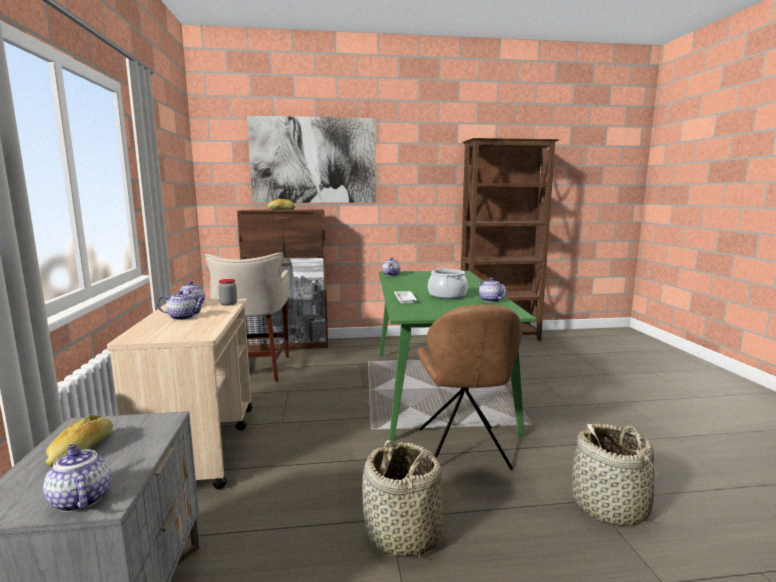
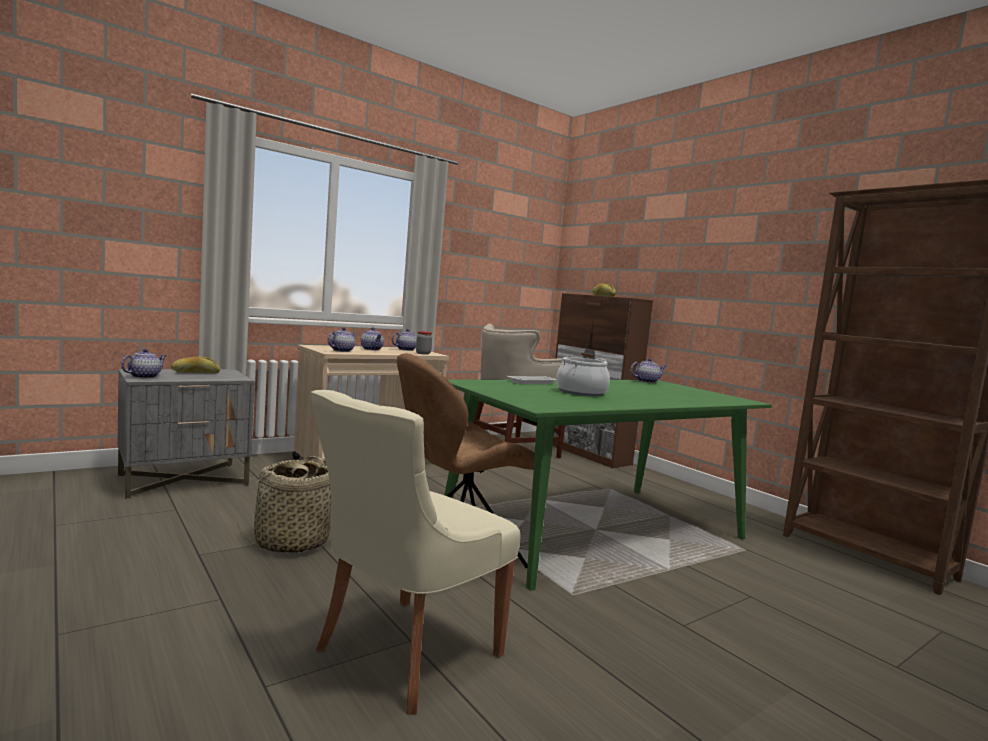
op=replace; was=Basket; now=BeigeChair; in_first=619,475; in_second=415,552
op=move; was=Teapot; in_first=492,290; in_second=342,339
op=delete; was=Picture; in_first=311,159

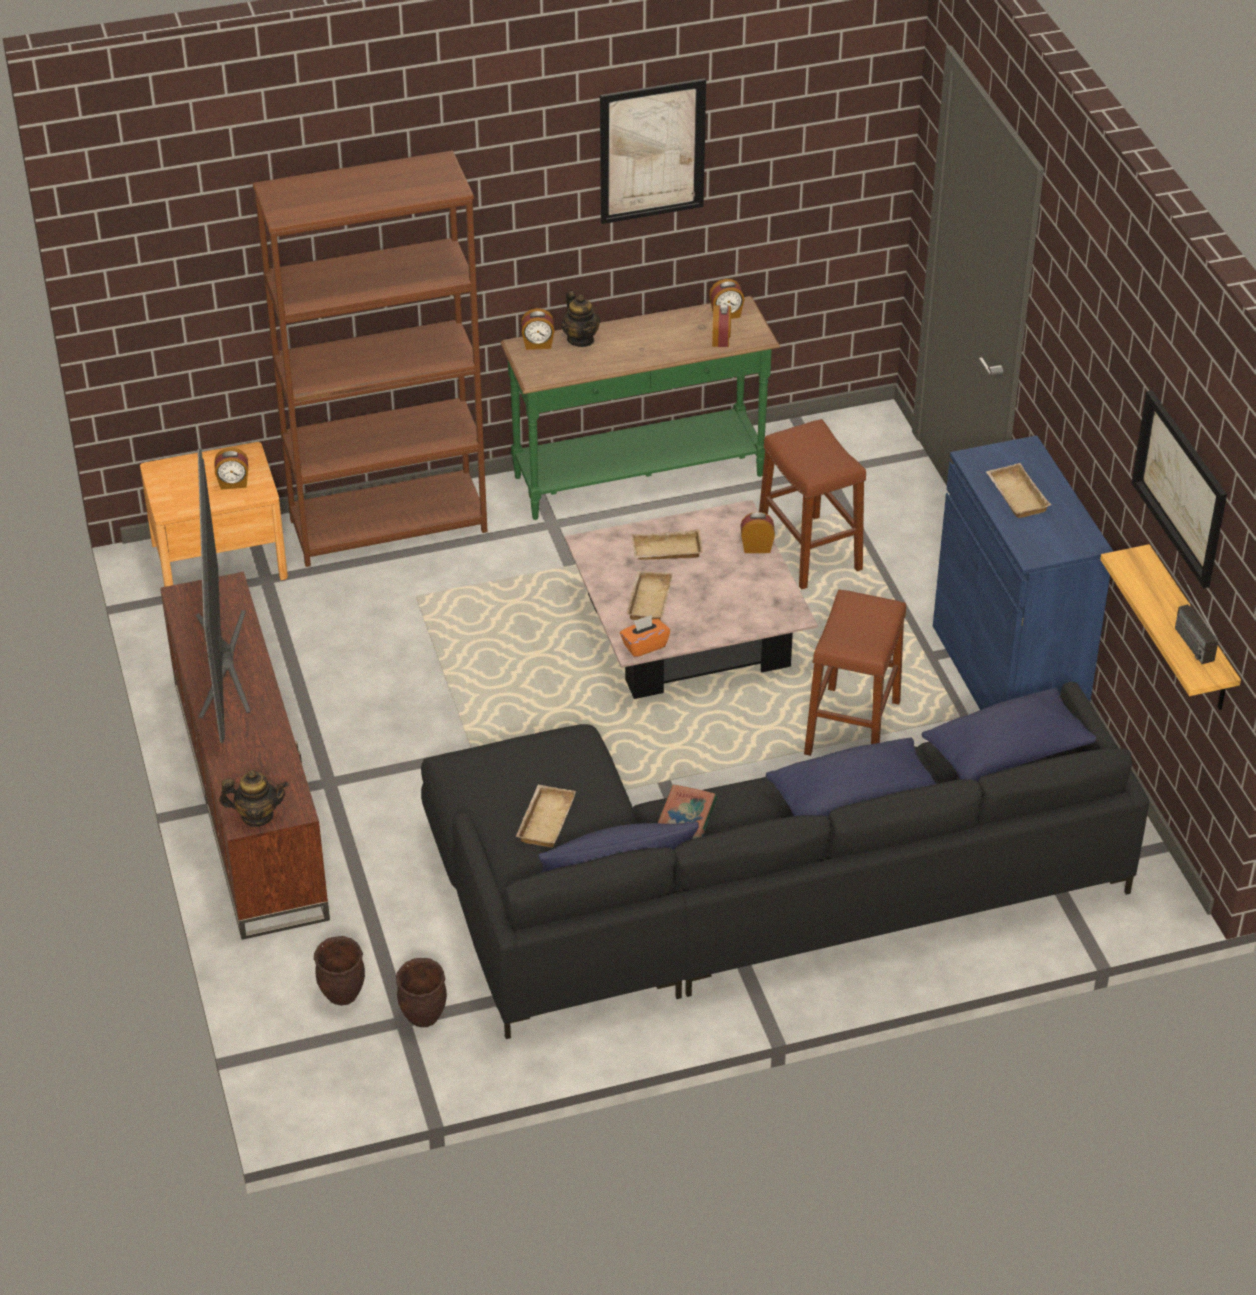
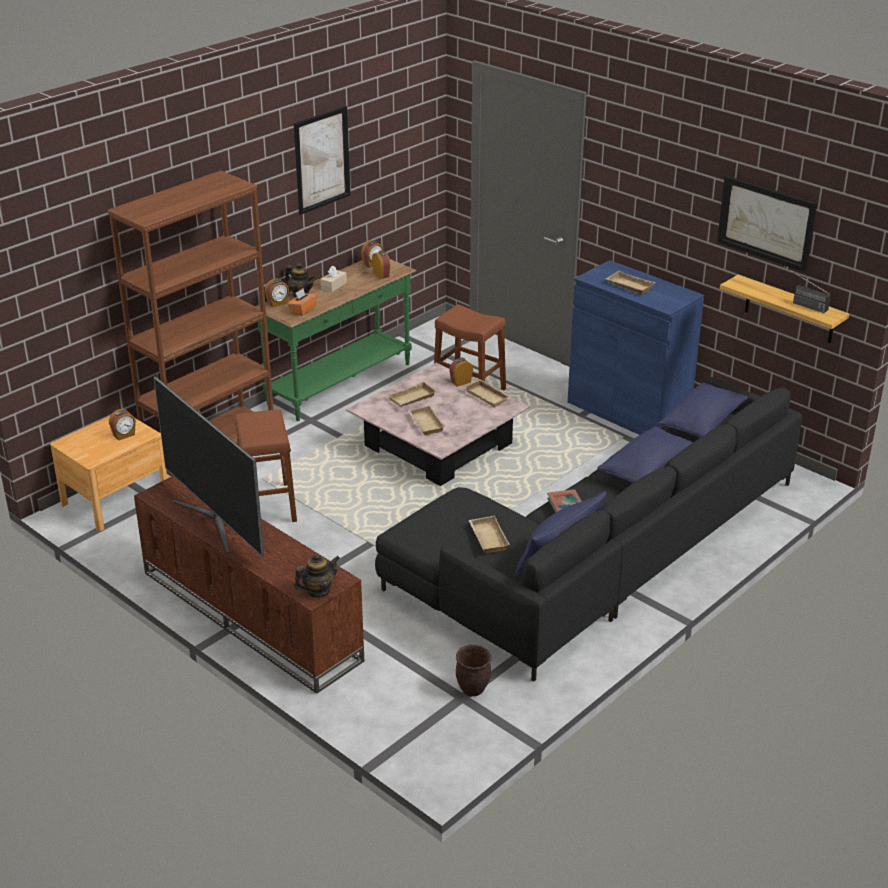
op=move; was=BrownStool; in_first=855,673; in_second=266,465
op=move; was=OrangeTissueBox; in_first=645,636; in_second=302,302
op=insert; now=BeigeTissueBox; in_second=334,278
op=insert; now=BeigeTray; in_second=487,393
op=delete; was=BrownPlanter; in_first=339,970

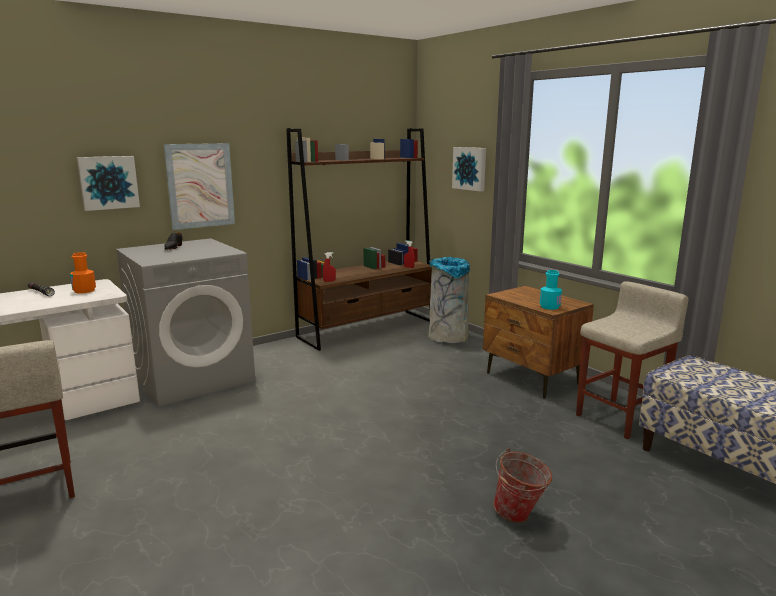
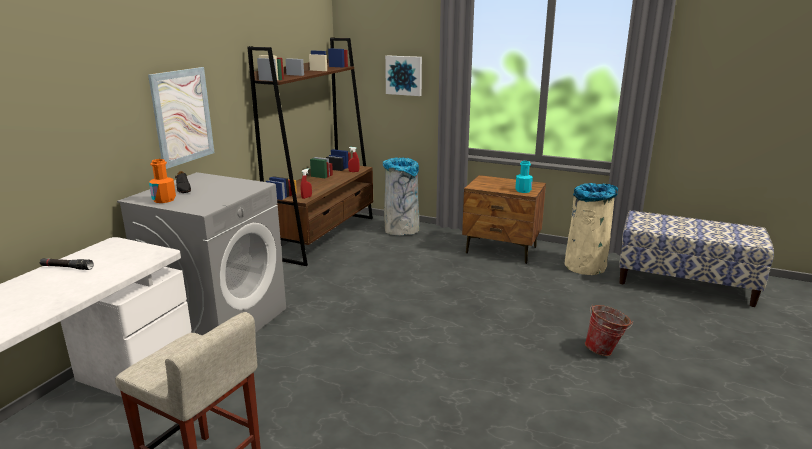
op=move; was=OrangeBottle; in_first=83,272; in_second=162,181
op=replace; was=BeigeStool; now=BeigeTrashCan; in_first=632,360; in_second=591,229
op=delete; was=Picture; in_first=108,183

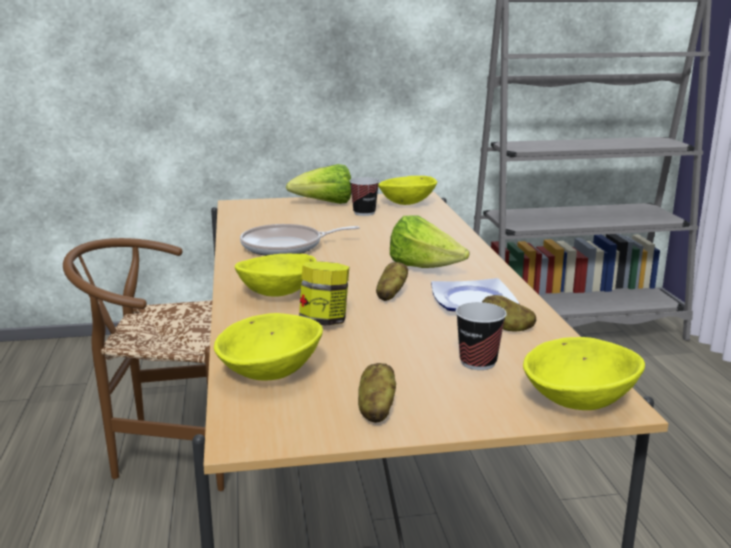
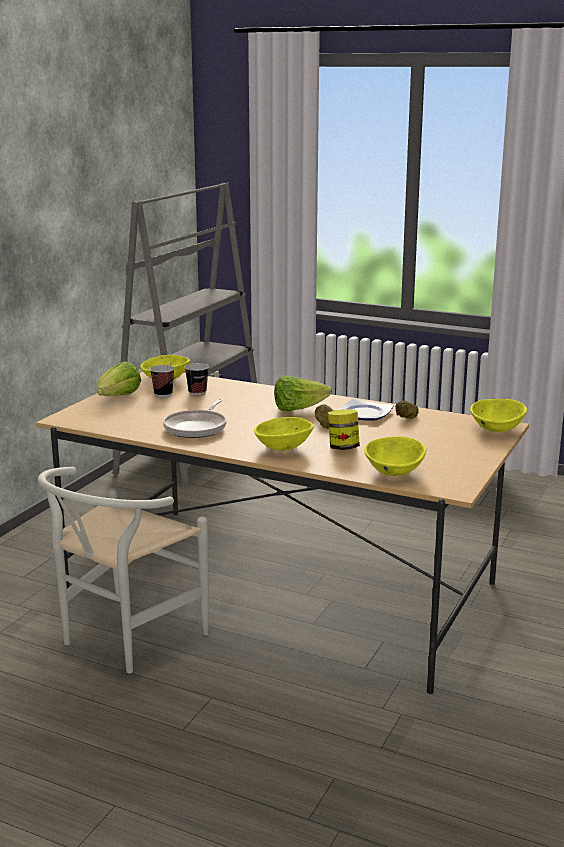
op=recolor; was=BrownChair; now=WhiteChair; in_first=143,364; in_second=123,570
op=move; was=Cup; in_first=481,336; in_second=196,379
op=delete; was=Potato; in_first=377,393

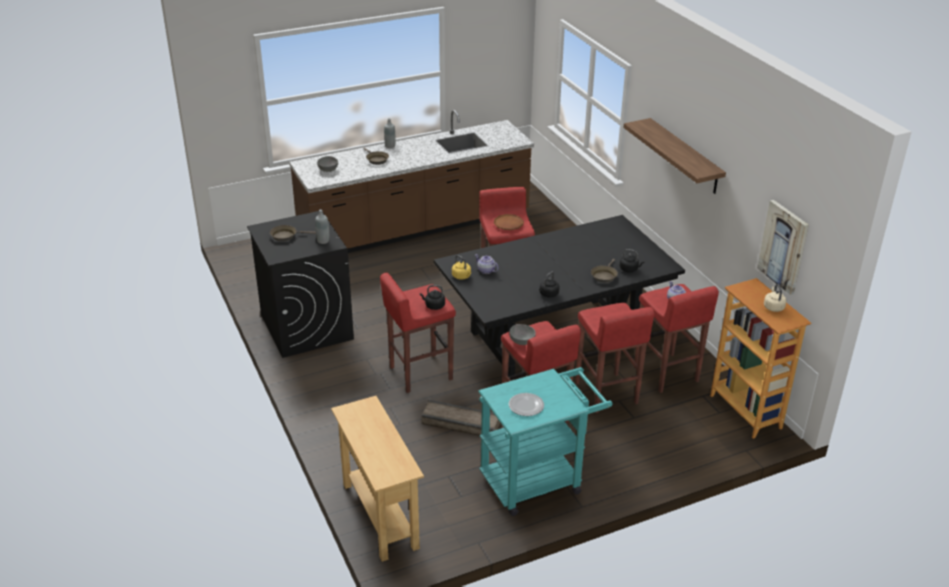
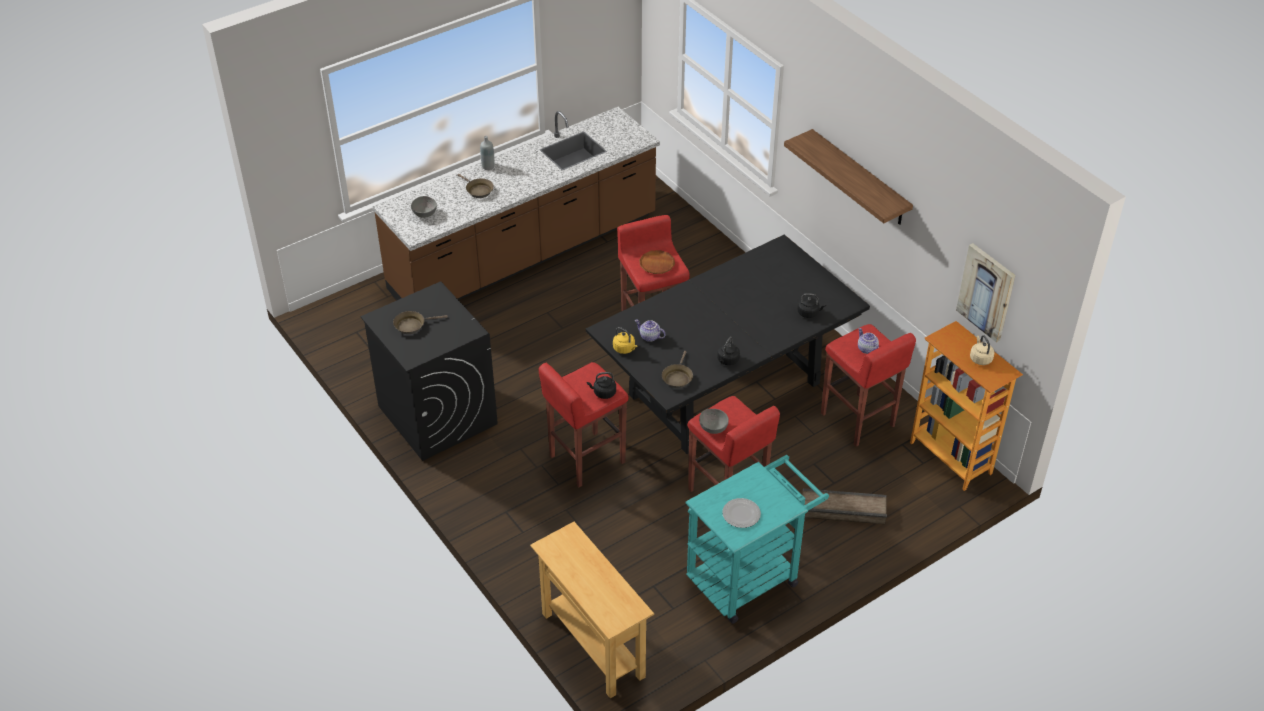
op=move; was=BrownFryingPan; in_first=604,271; in_second=677,369
op=move; was=Crate; in_first=460,418; in_second=844,506
op=delete; was=GreyBottle; in_first=322,226
op=delete; was=RedStool; in_first=614,358

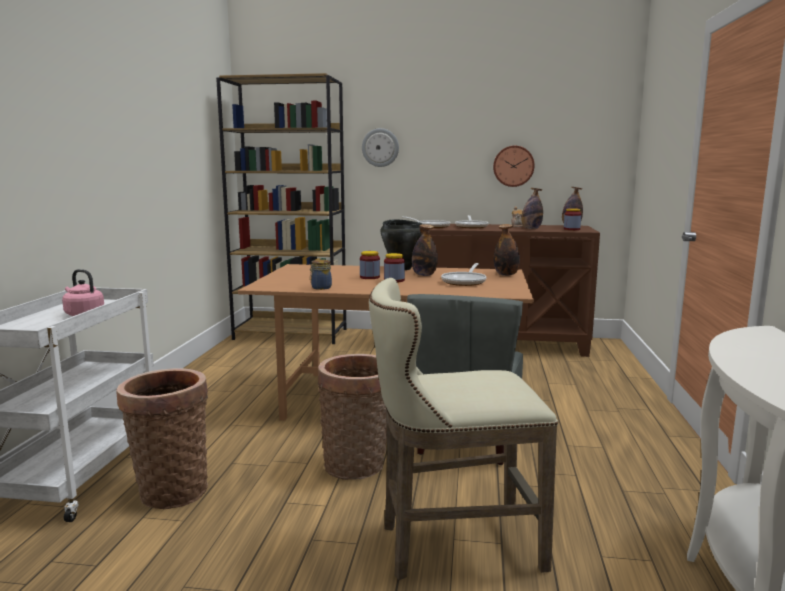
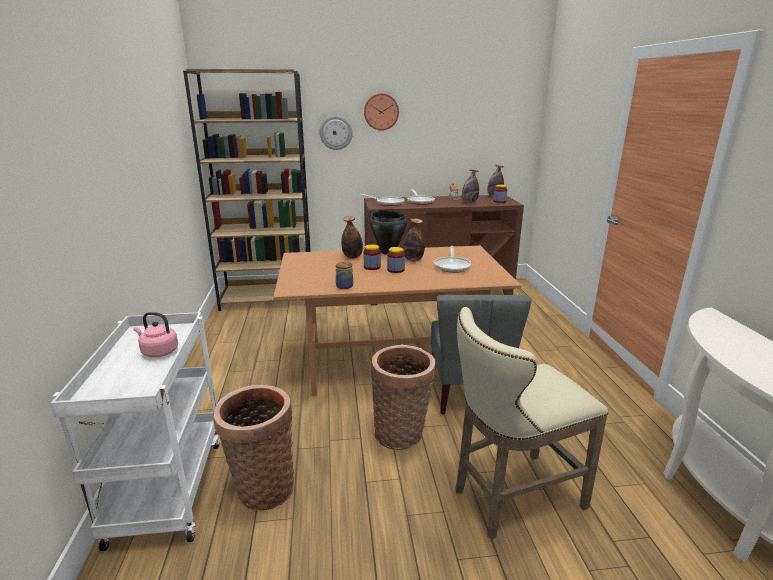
op=move; was=Bottle; in_first=507,250; in_second=352,237
op=move; was=WallClock; in_first=514,166; in_second=381,112

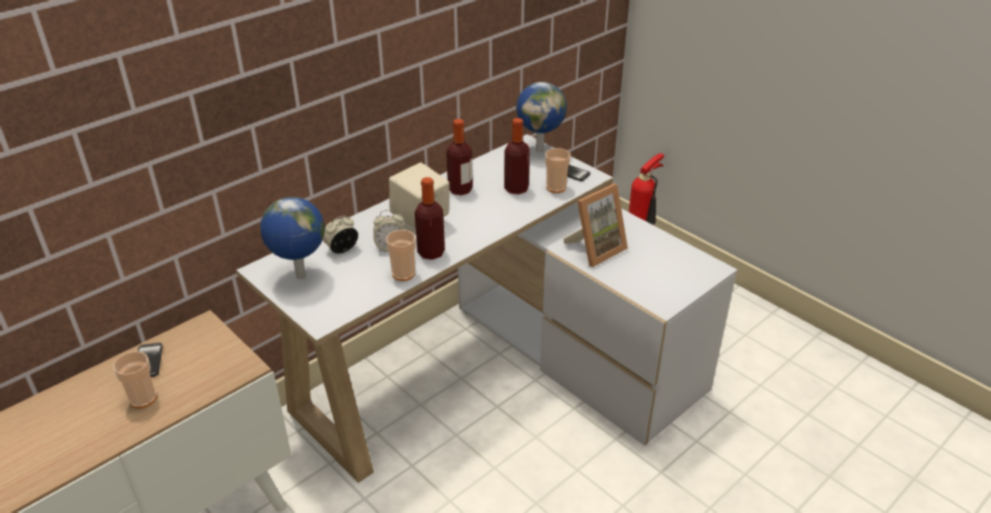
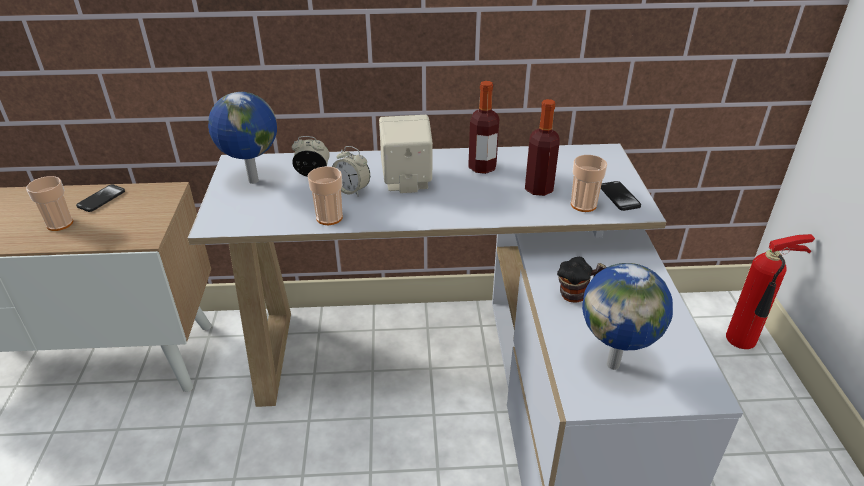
op=replace; was=PictureFrame; now=Mug; in_first=596,225; in_second=582,280
op=move; was=Globe; in_first=541,117; in_second=627,316
op=delete; was=Bottle; in_first=430,218

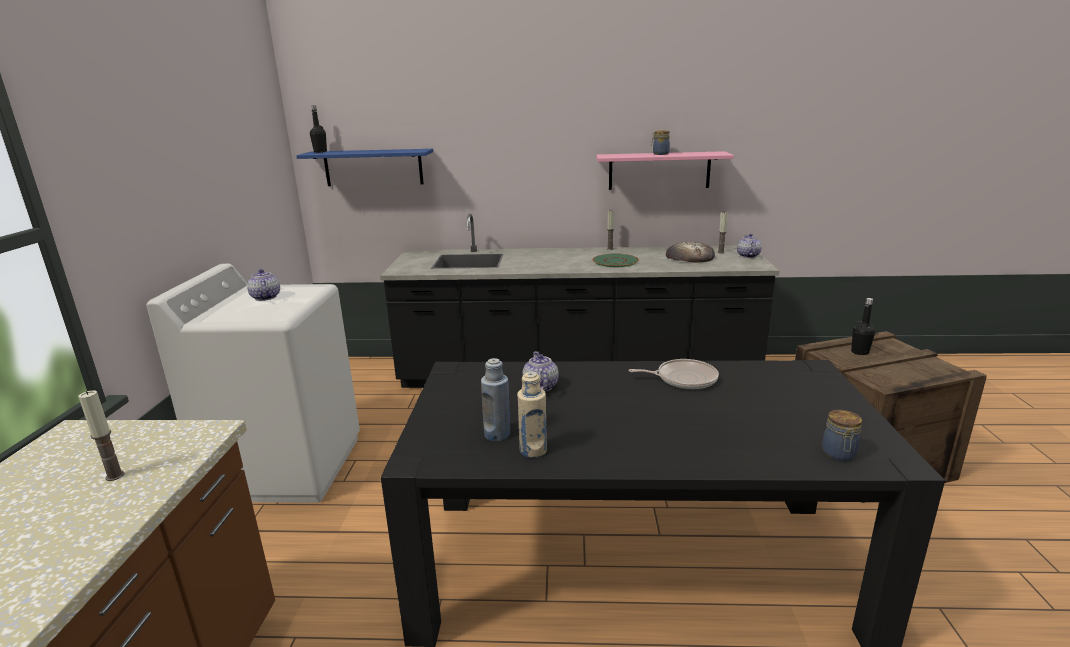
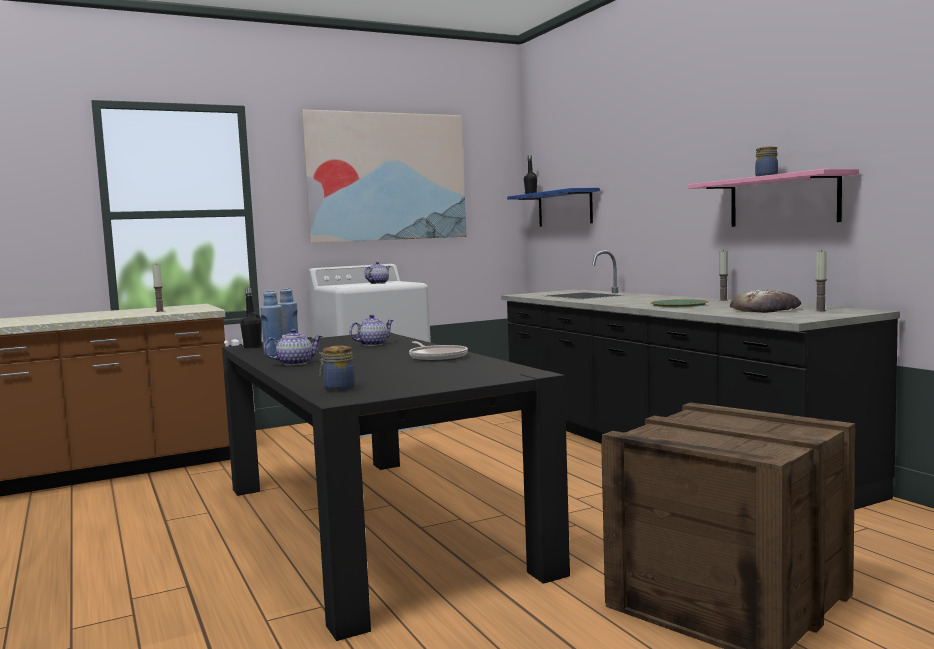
op=move; was=BlackBottle; in_first=863,326; in_second=251,318
op=recolor; was=BeigeBottle; now=BlueBottle; in_first=532,414; in_second=272,323
op=move; was=Teapot; in_first=749,246; in_second=293,347
op=insert; now=Picture; in_second=383,176

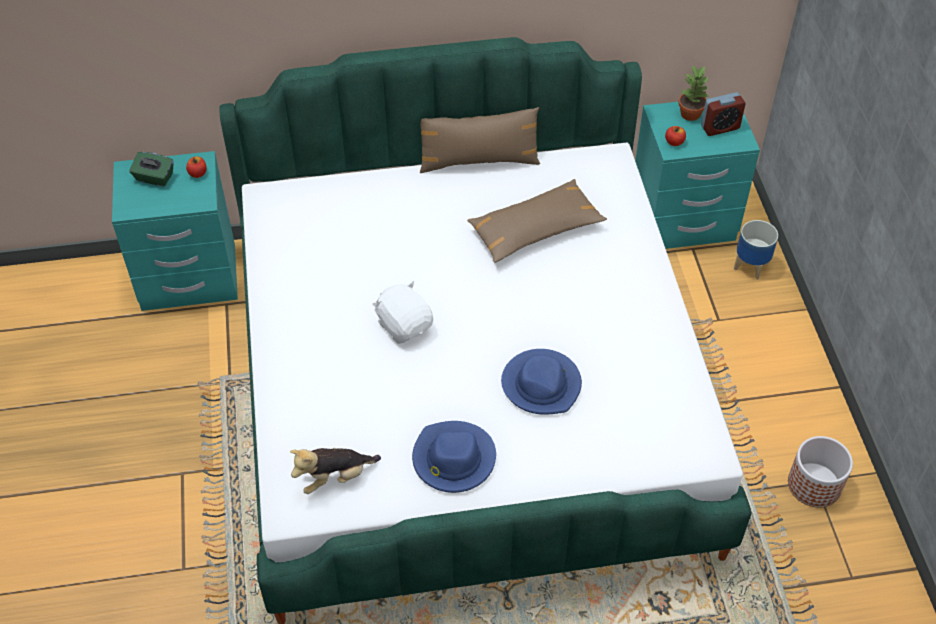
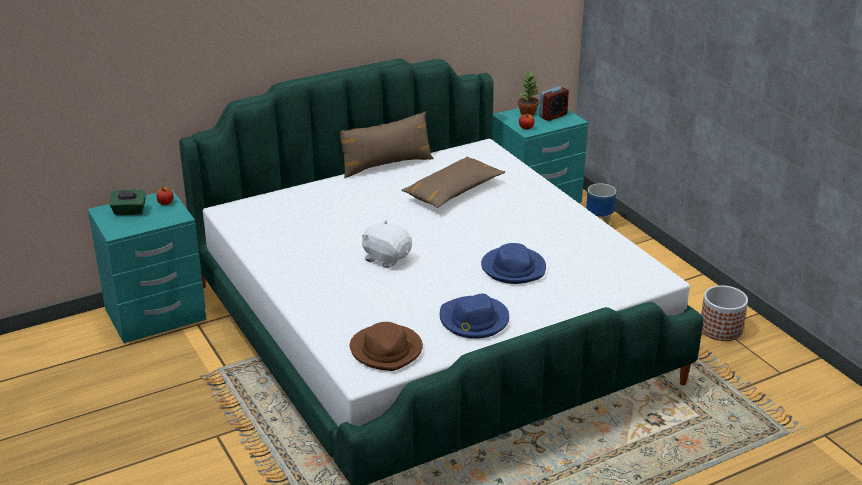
op=replace; was=PlushToy; now=BrownHat; in_first=335,471; in_second=386,346

